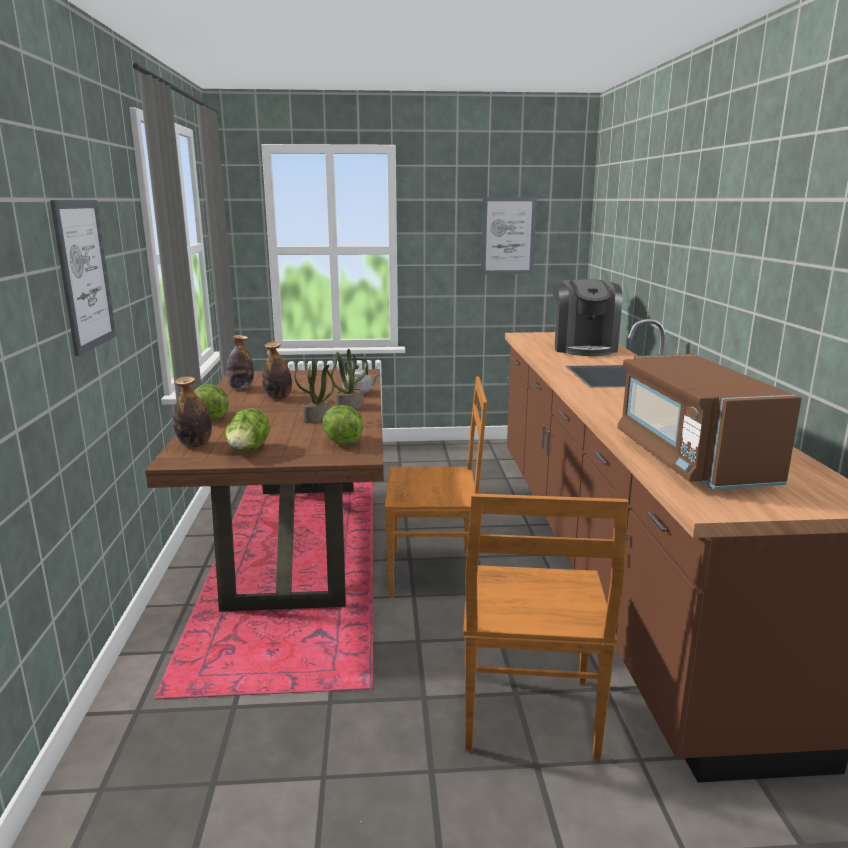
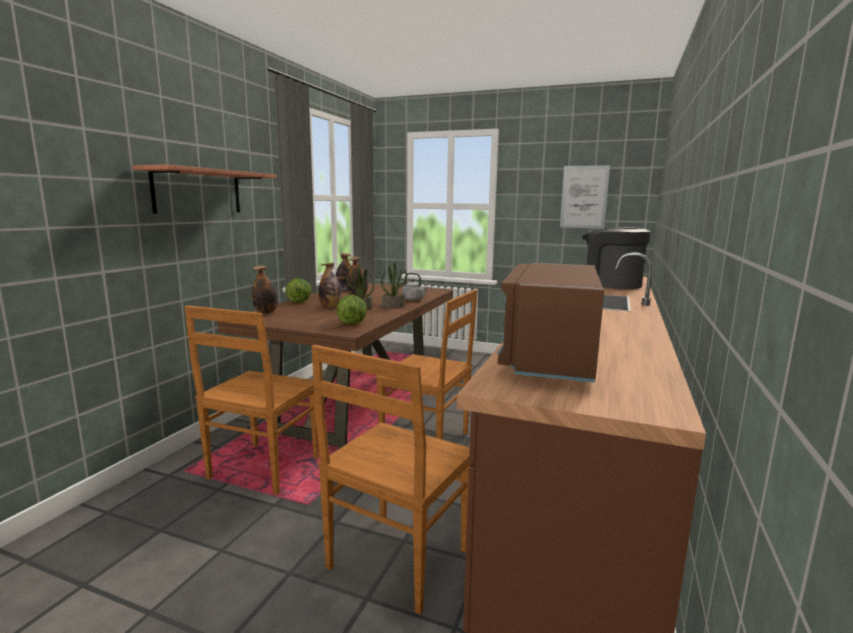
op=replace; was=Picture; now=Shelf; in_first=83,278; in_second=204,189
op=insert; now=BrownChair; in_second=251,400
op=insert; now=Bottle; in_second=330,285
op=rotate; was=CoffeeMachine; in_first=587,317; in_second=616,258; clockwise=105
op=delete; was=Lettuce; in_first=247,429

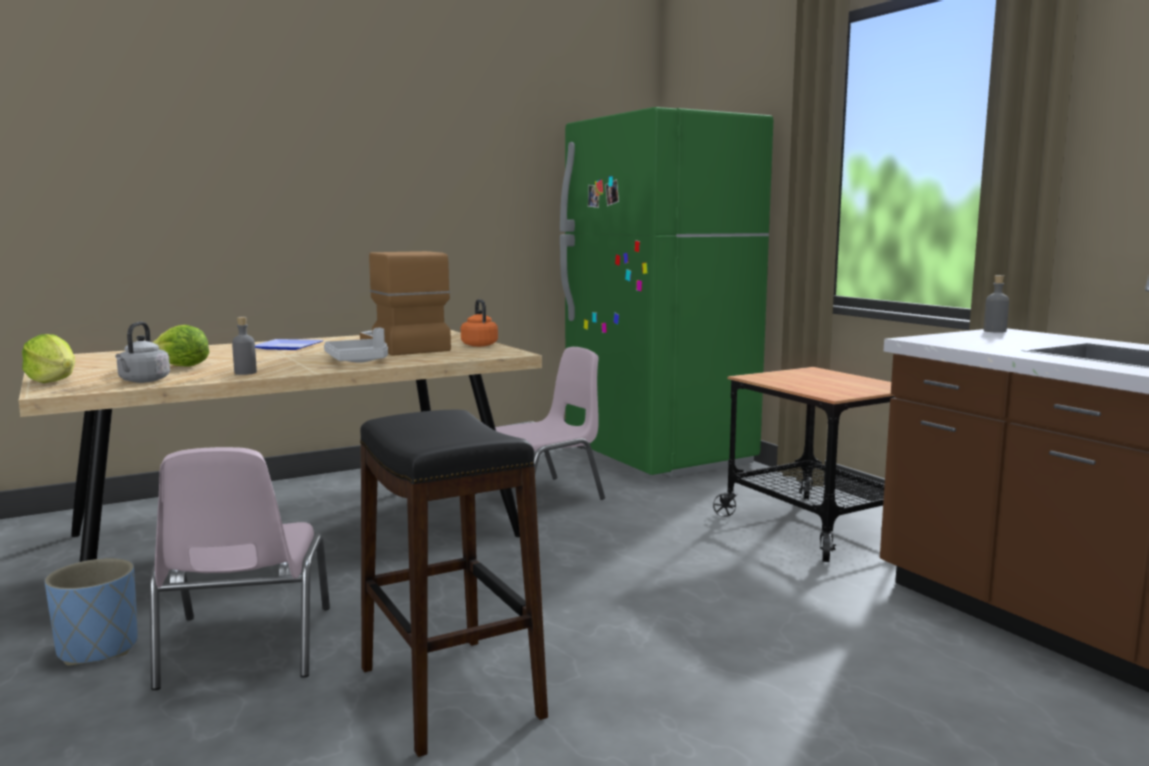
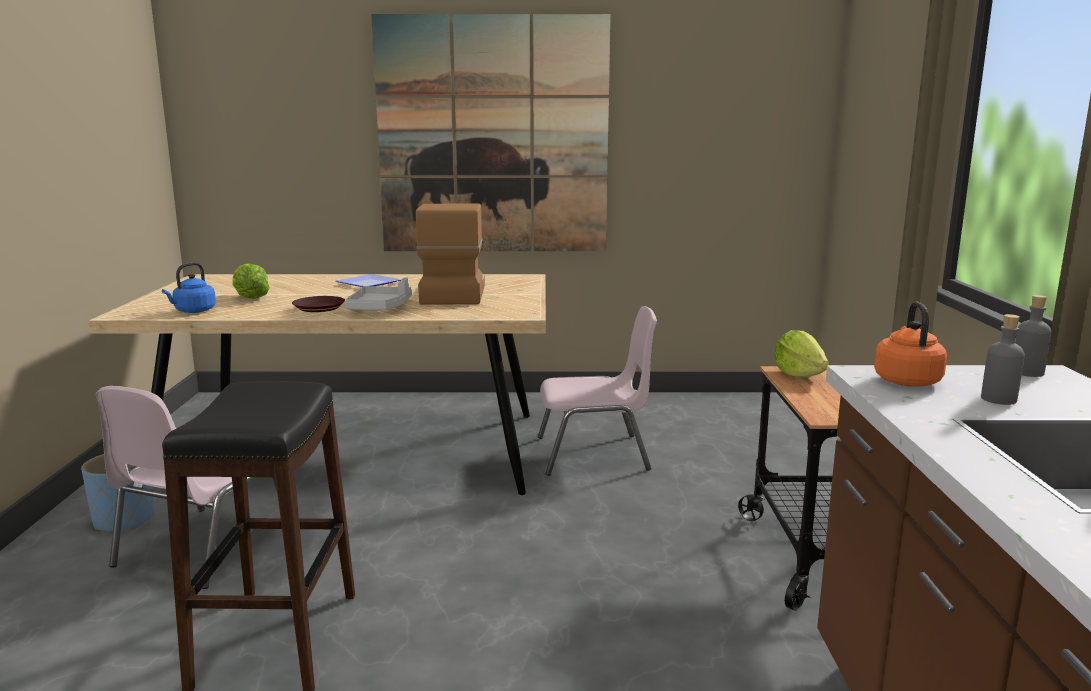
op=recolor; was=GreyKettle; now=BlueKettle; in_first=143,352; in_second=189,287
op=insert; now=BrownPlate; in_second=318,304
op=insert; now=Picture; in_second=491,132
op=move; was=Lettuce; in_first=48,358; in_second=801,354
op=move; was=OrangeKettle; in_first=479,323; in_second=910,344
op=move; was=GreyBottle; in_first=244,346; in_second=1003,359
op=delete; was=GreenFridge; in_first=666,292

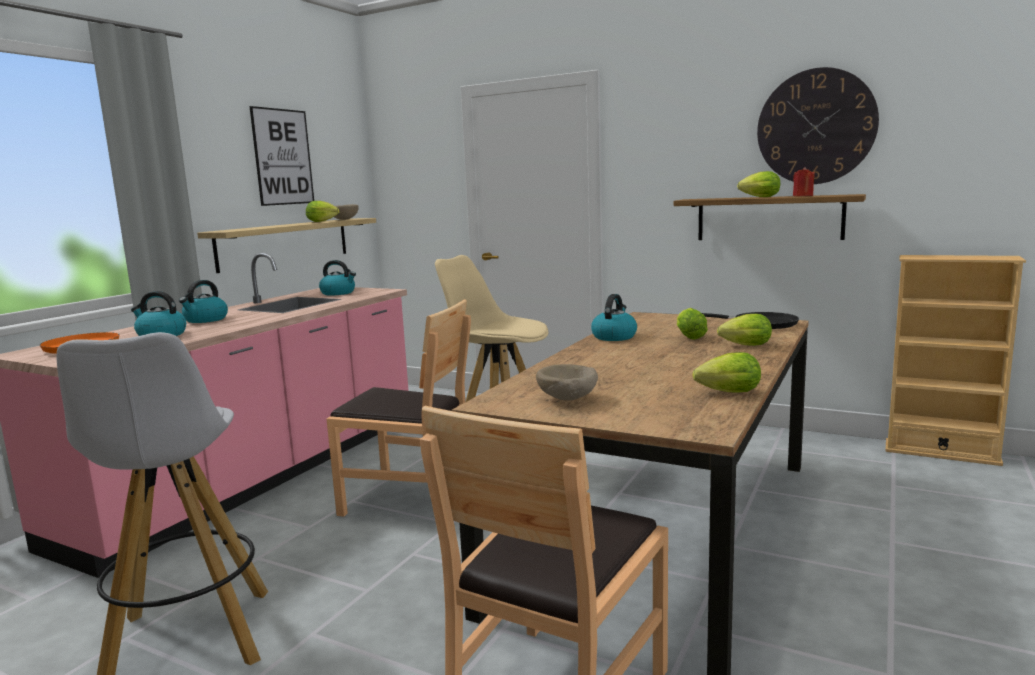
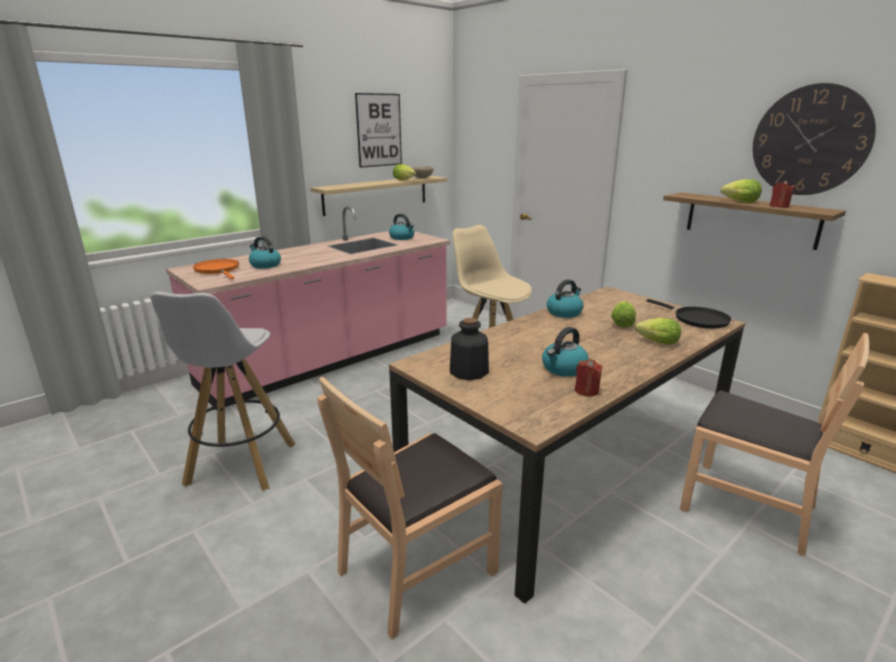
op=replace; was=BeigeBowl; now=Bottle; in_first=567,382; in_second=469,349
op=move; was=Kettle; in_first=203,301; in_second=565,352
op=replace; was=Lettuce; now=RedCandle; in_first=726,372; in_second=589,377
op=move; was=BrownChair; in_first=399,408; in_second=774,444

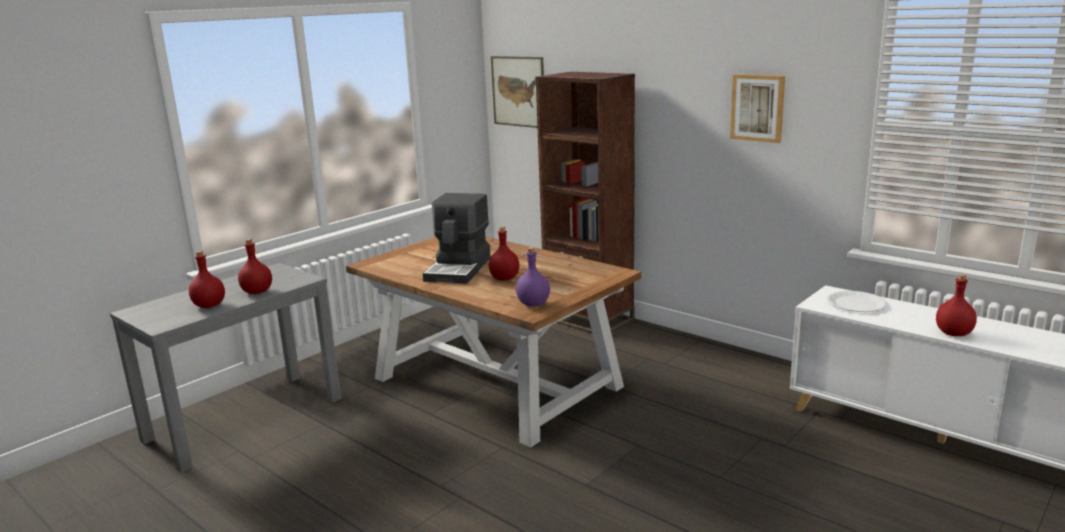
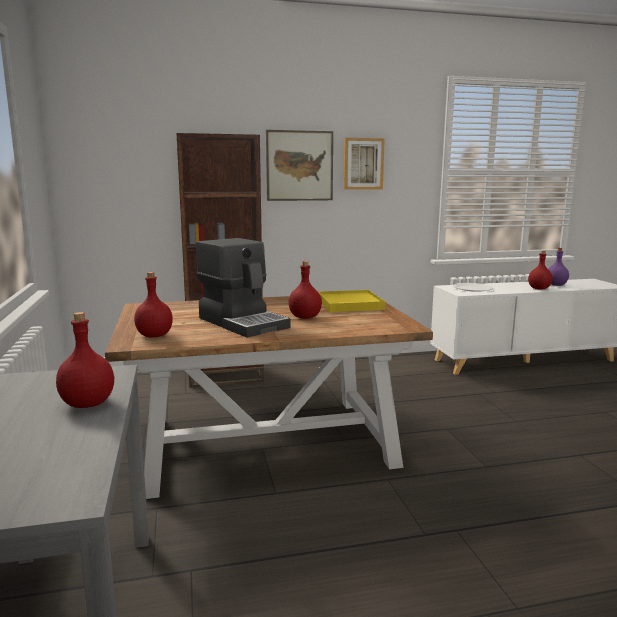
op=move; was=RedBottle; in_first=207,279; in_second=153,304
op=move; was=Picture; in_first=517,92; in_second=299,165
op=insert; now=YellowTray; in_second=352,301
op=move; was=PurpleBottle; in_first=533,276; in_second=558,267

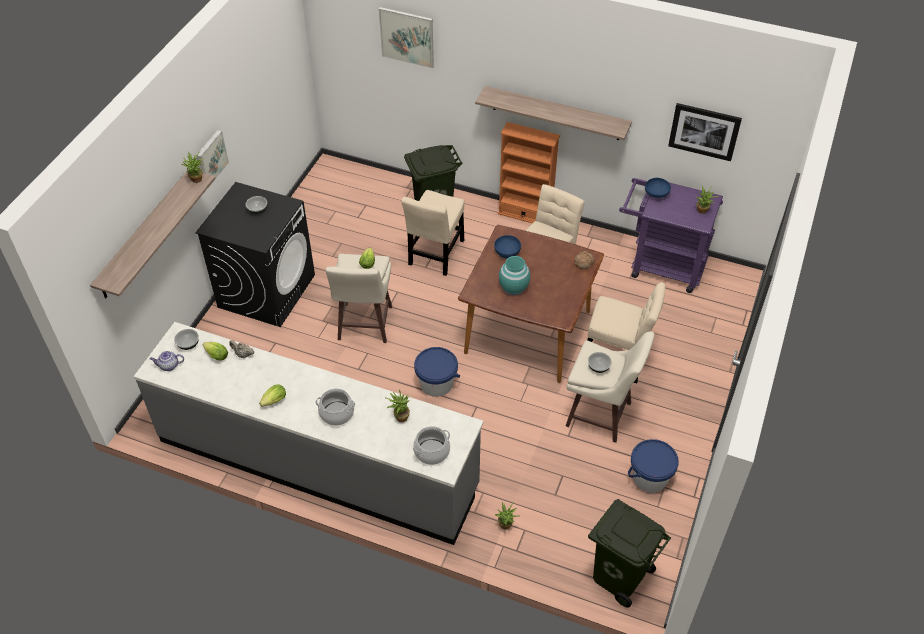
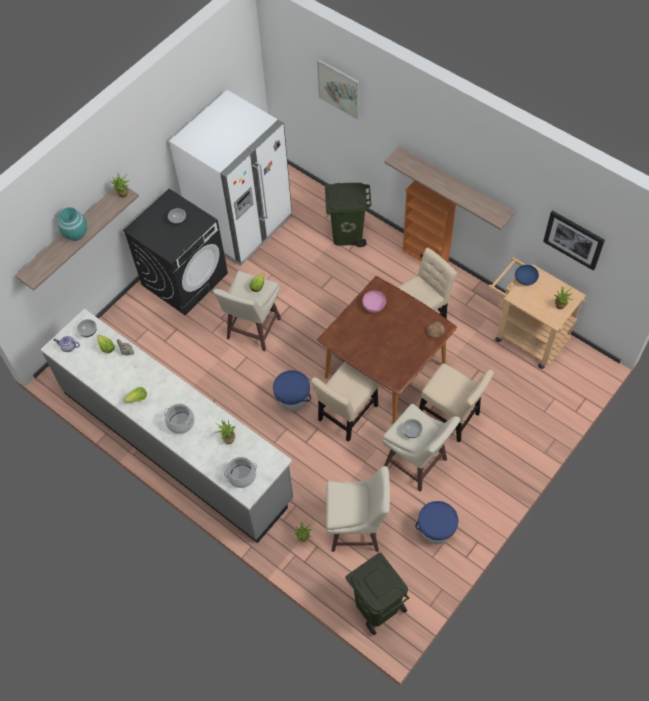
op=move; was=TurquoiseVase; in_first=514,275; in_second=72,224
op=insert; now=WhiteFridge; in_second=230,178
op=move; was=BeigeChair; in_first=432,233; in_second=344,402
op=insert; now=BeigeStool; in_second=358,509
op=recolor; was=BlueBowl; now=PinkBowl; in_first=507,246; in_second=374,302
op=recolor; was=PurpleCart; now=BeigeCart; in_first=671,235; in_second=537,313
op=delete; was=Picture; in_first=212,159

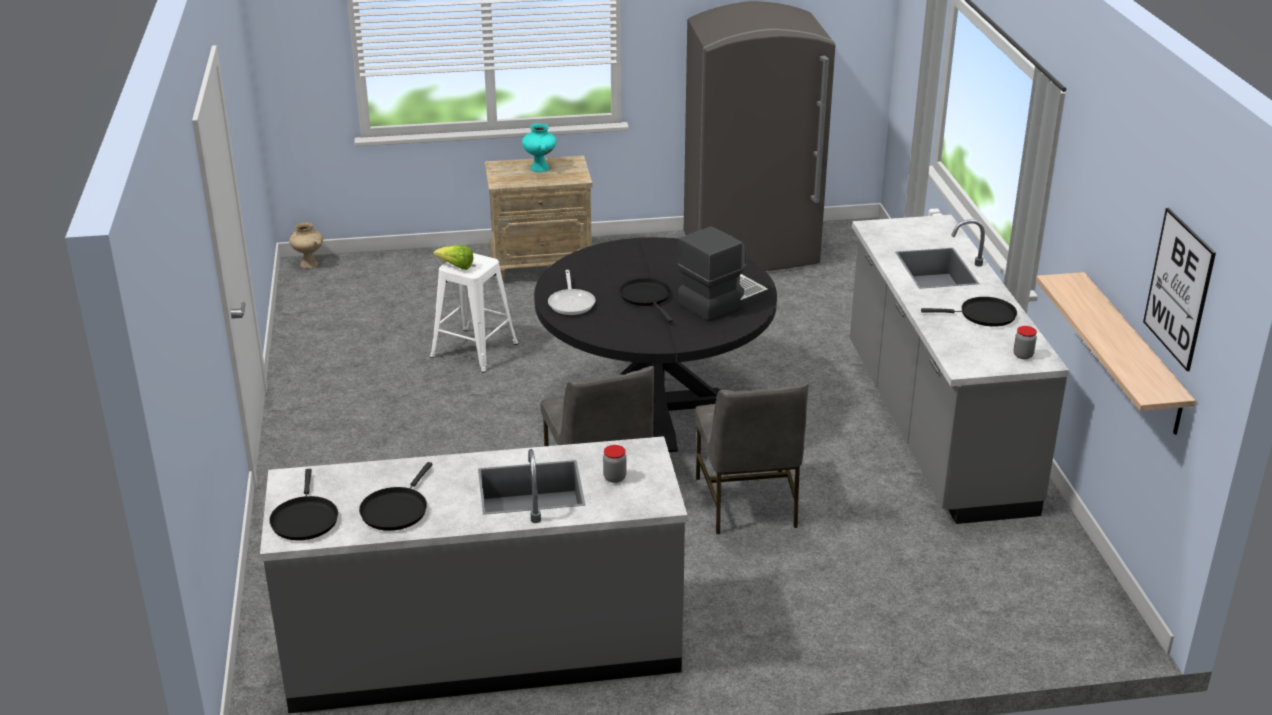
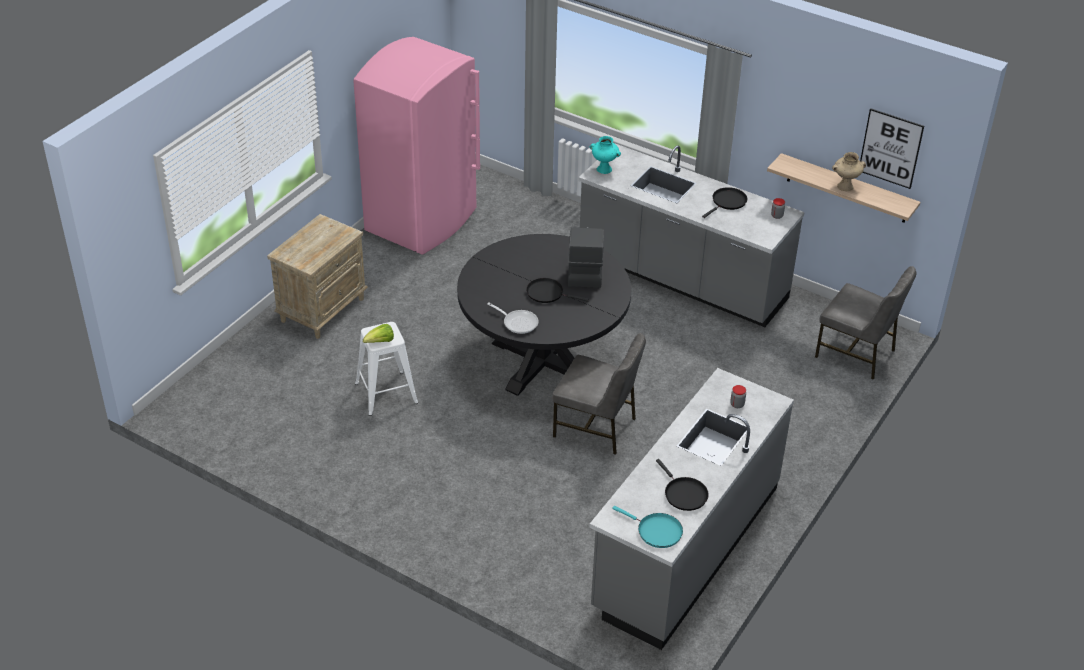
op=recolor; was=GreyFridge; now=PinkFridge; in_first=760,136; in_second=416,145
op=move; was=TurquoiseVase; in_first=539,147; in_second=605,155
op=recolor; was=BlackFryingPan; now=TurquoiseFryingPan; in_first=303,505; in_second=647,527
op=move; was=GreyChair; in_first=752,458; in_second=866,323
op=move; was=BeigeVase; in_first=306,246; in_second=849,171

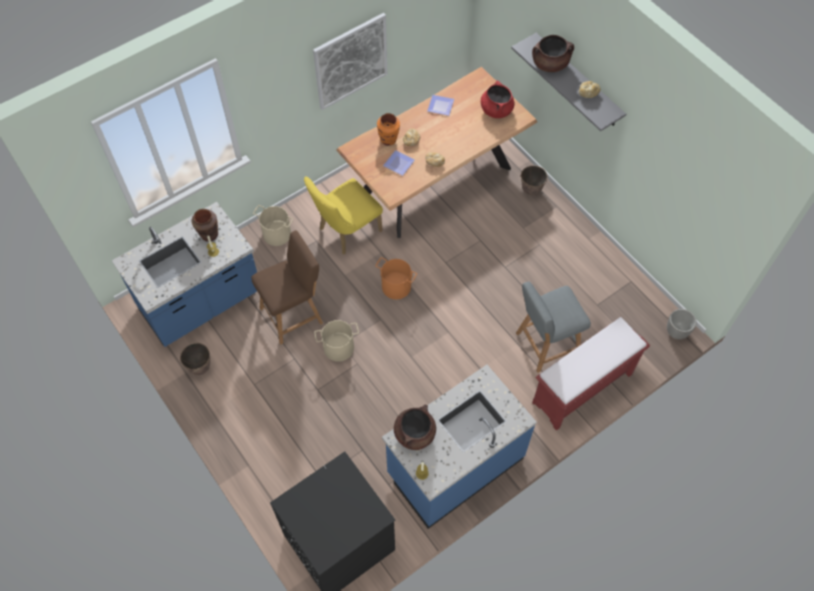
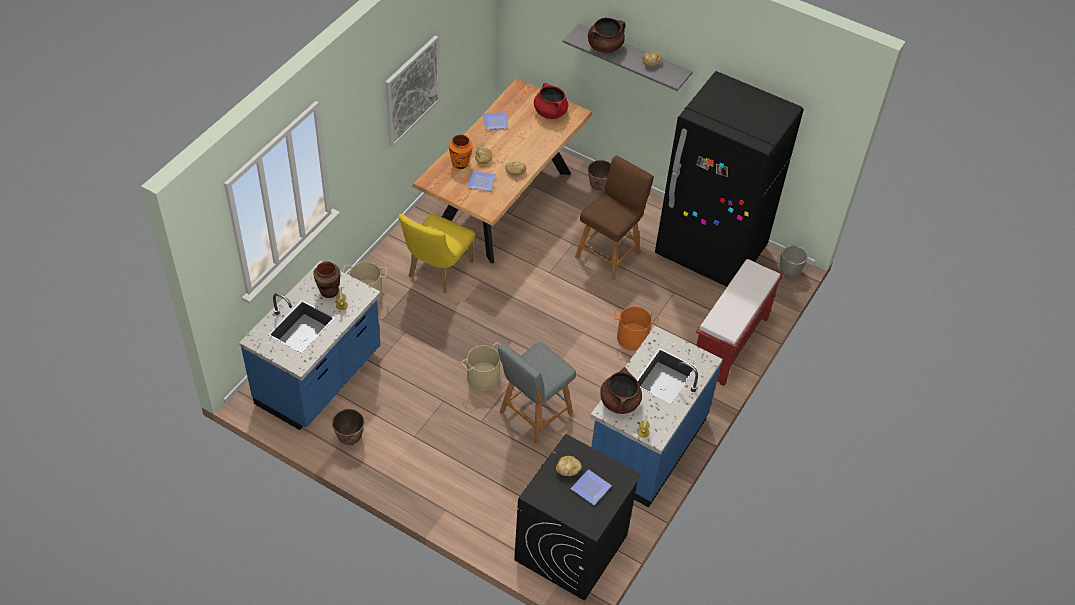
op=move; was=GreyStool; in_first=553,327; in_second=537,393
op=insert; now=Bread; in_second=569,466
op=insert; now=Plate; in_second=591,487
op=move; was=BrownStool; in_first=287,287; in_second=614,217
op=move; was=OrangeBucket; in_first=396,278; in_second=636,328
op=insert; now=BlackFridge; in_second=729,179

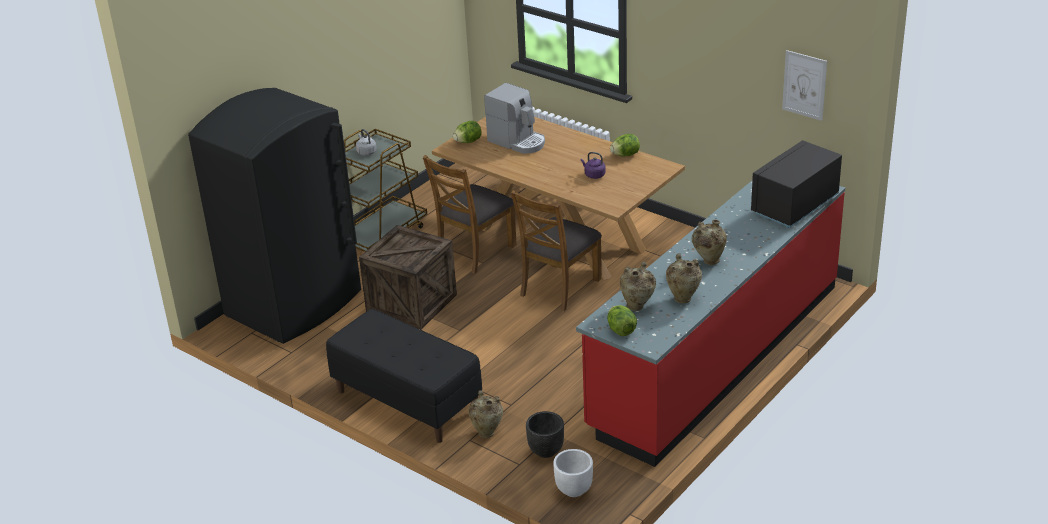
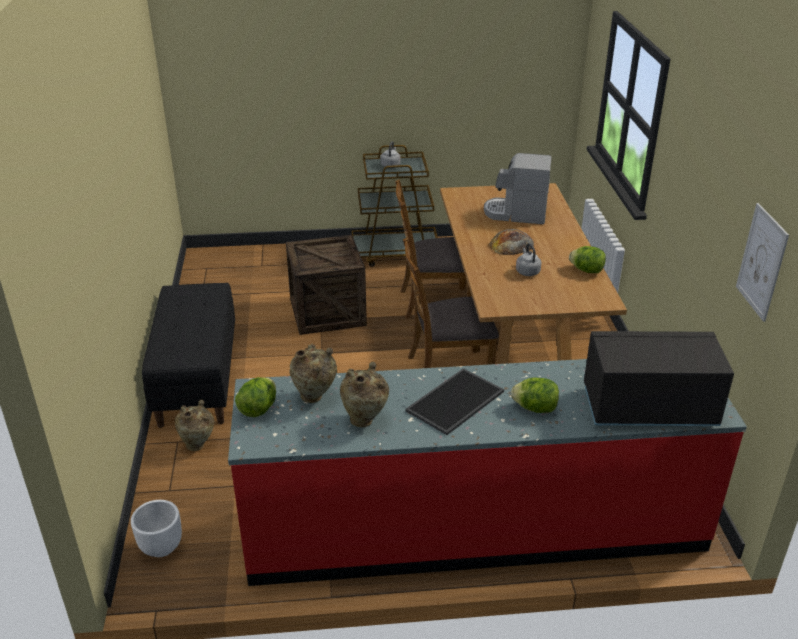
op=replace; was=BeigeVase; now=Tray; in_first=709,242; in_second=455,401
op=rotate; was=CoffeeMachine; in_first=514,118; in_second=517,188; clockwise=105
op=insert; now=Bread; in_second=511,242
op=move; was=Lettuce; in_first=467,132; in_second=535,395
op=recolor; was=PurpleKettle; now=GreyKettle; in_first=593,165; in_second=528,259
op=delete; was=BlackFridge; in_first=274,216
op=delete; was=BlackPlanter; in_first=545,434

